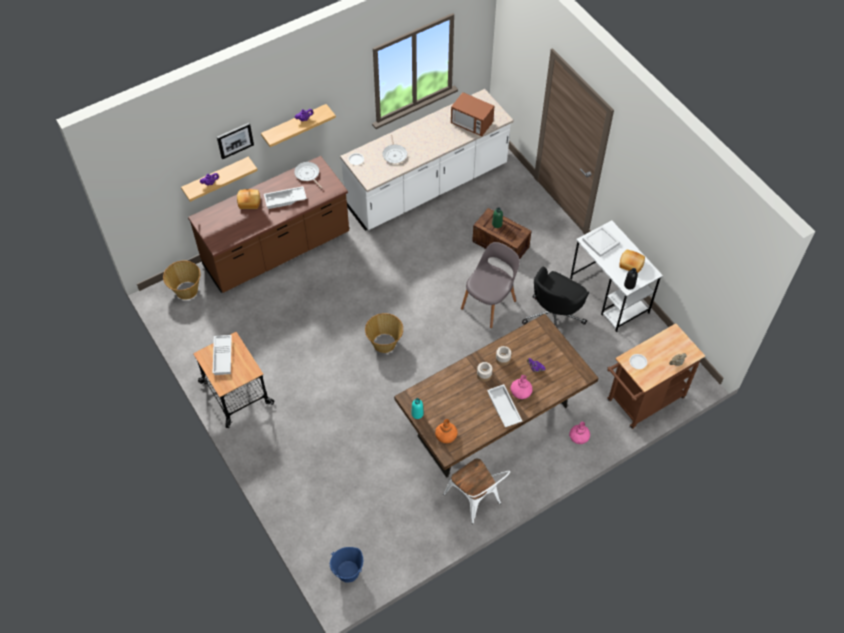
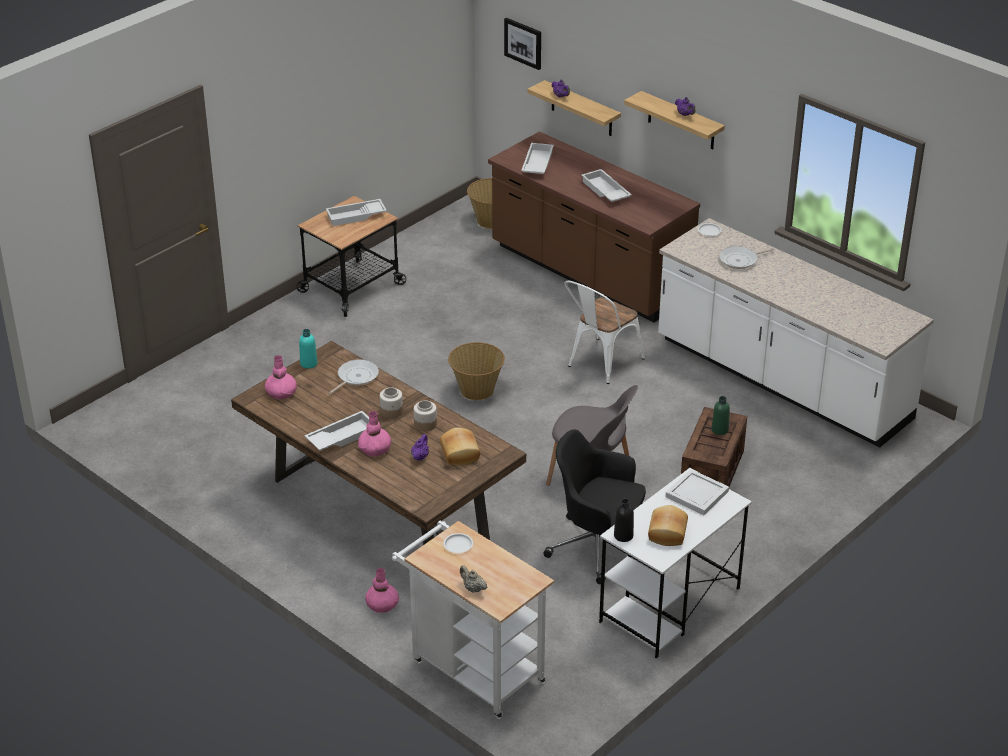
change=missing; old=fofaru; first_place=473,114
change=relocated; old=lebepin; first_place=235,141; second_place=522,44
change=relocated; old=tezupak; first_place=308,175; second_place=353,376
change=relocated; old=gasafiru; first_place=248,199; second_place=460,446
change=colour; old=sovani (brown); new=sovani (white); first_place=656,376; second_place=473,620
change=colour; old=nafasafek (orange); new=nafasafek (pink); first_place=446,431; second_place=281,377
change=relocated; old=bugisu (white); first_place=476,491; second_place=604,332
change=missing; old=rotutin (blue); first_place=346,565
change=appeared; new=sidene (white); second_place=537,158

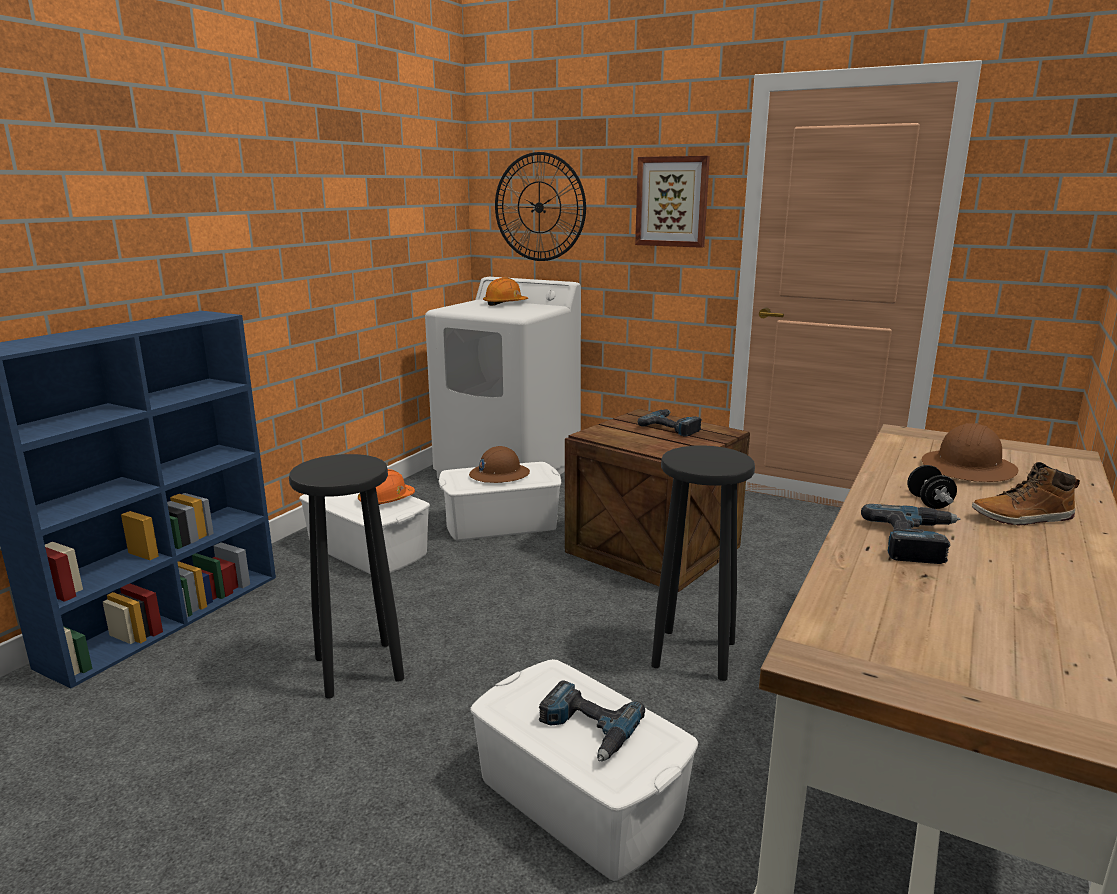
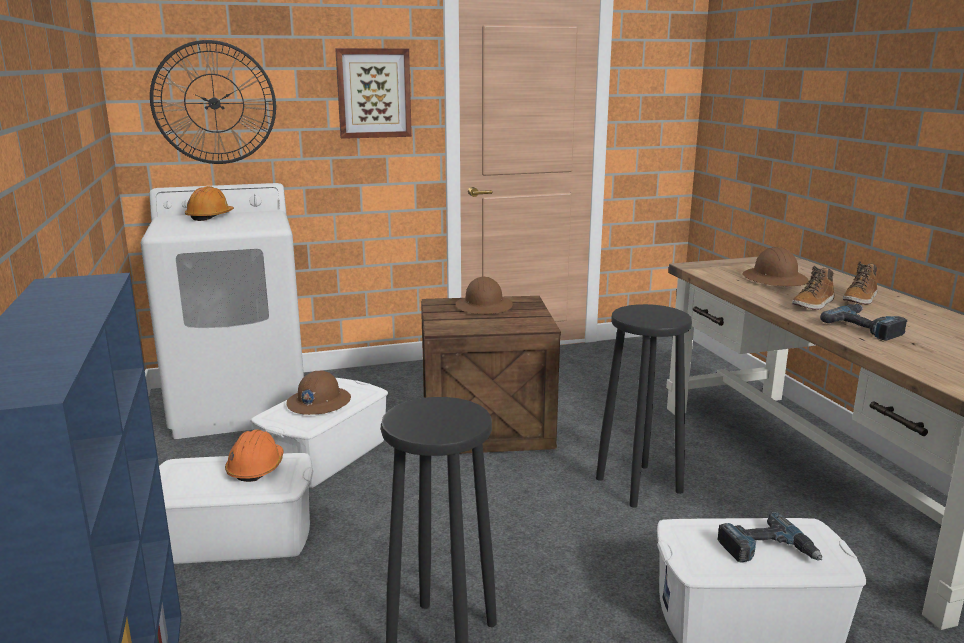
change=exchanged; old=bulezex; new=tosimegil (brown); first_place=669,423; second_place=484,295
change=exchanged; old=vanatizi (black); new=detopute; first_place=932,487; second_place=813,288

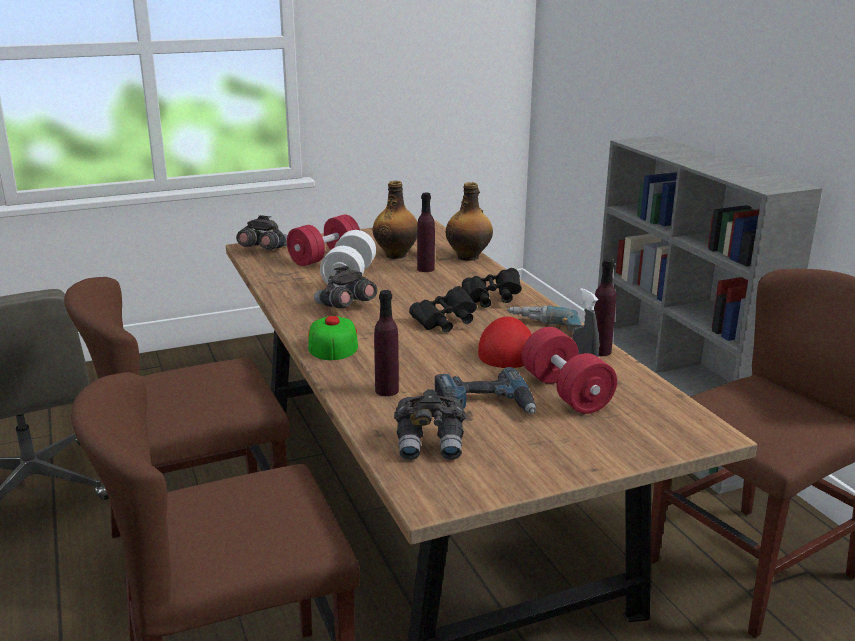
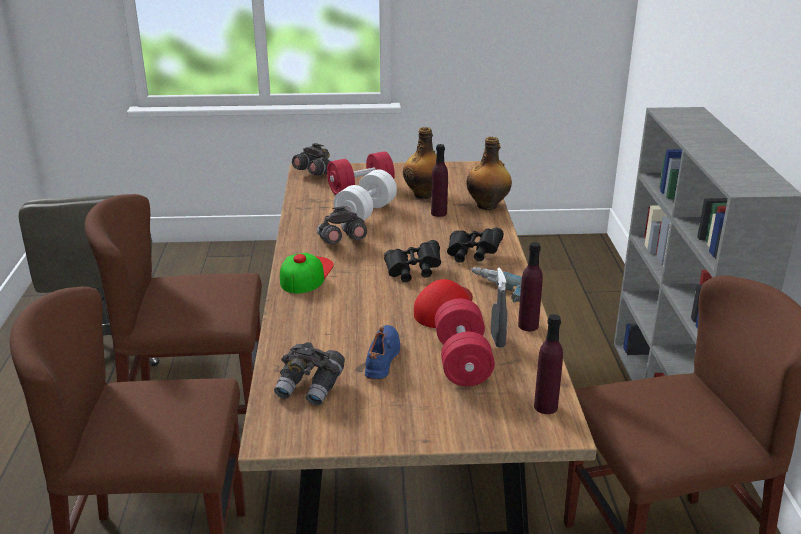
change=relocated; old=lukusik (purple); first_place=386,343; second_place=548,364
change=exchanged; old=bulezex; new=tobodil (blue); first_place=485,390; second_place=382,352

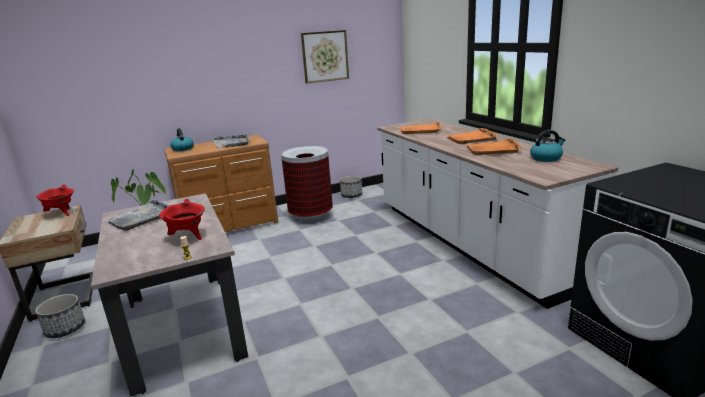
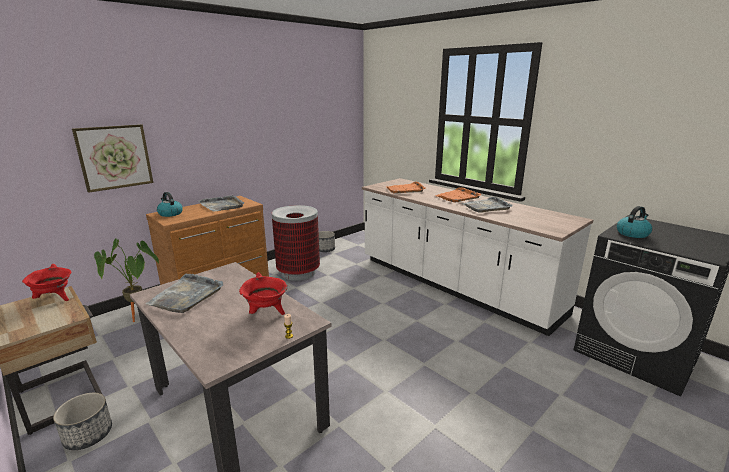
change=relocated; old=lebepin; first_place=325,57; second_place=112,158
change=relocated; old=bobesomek; first_place=547,146; second_place=634,222
change=colour; old=sidene (orange); new=sidene (grey); first_place=494,146; second_place=487,204

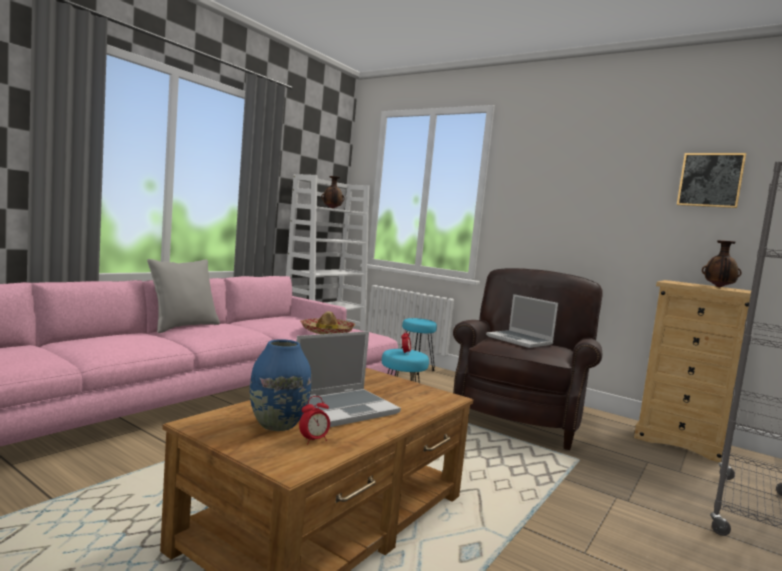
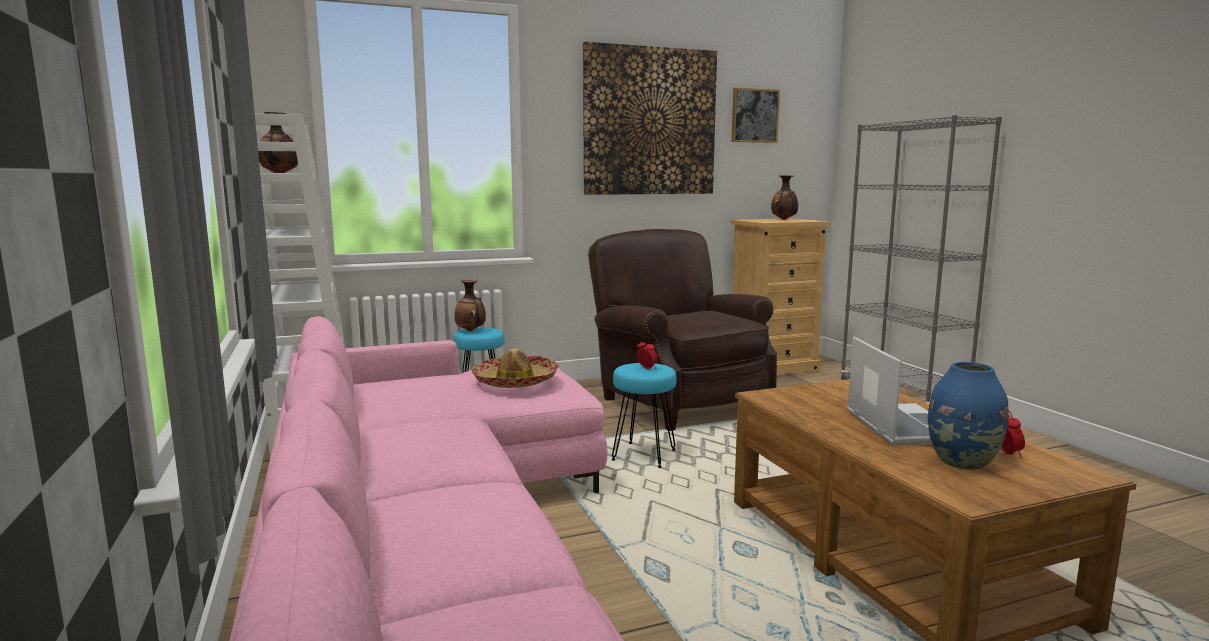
change=missing; old=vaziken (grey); first_place=183,296
change=missing; old=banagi; first_place=522,321
change=appeared; new=lebepin; second_place=650,118
change=appeared; new=nafasafek; second_place=470,305

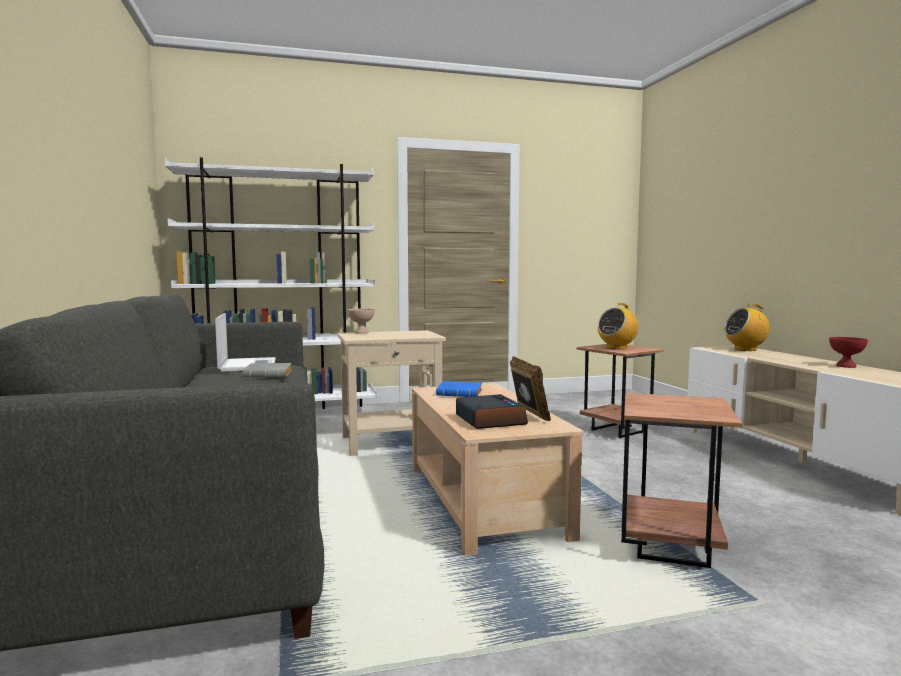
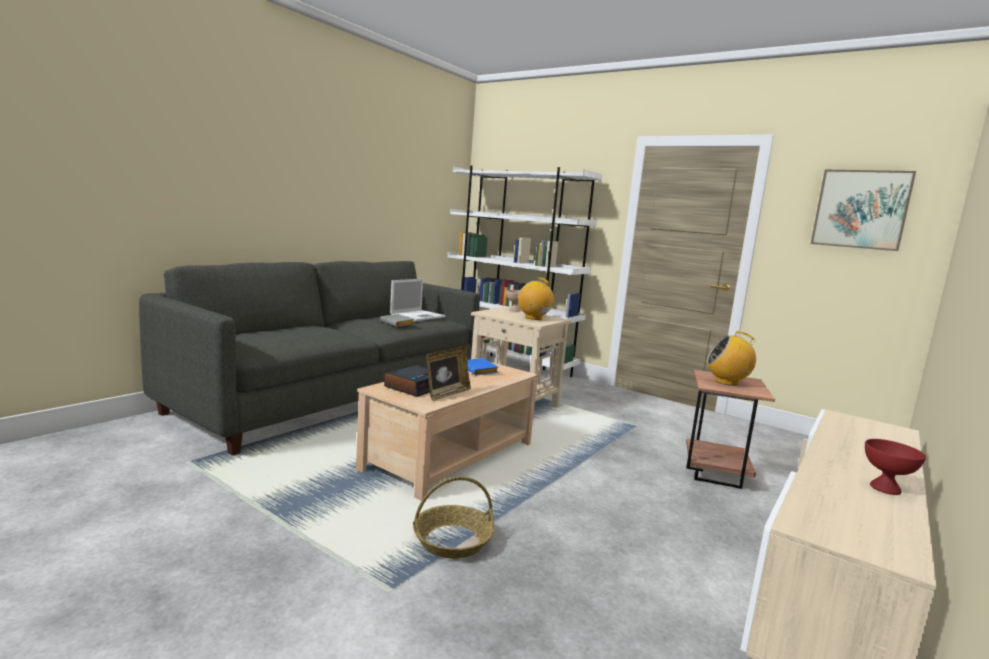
change=relocated; old=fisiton; first_place=747,327; second_place=537,298
change=exchanged; old=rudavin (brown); new=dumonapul; first_place=682,480; second_place=453,518
change=appeared; new=lebepin; second_place=863,210

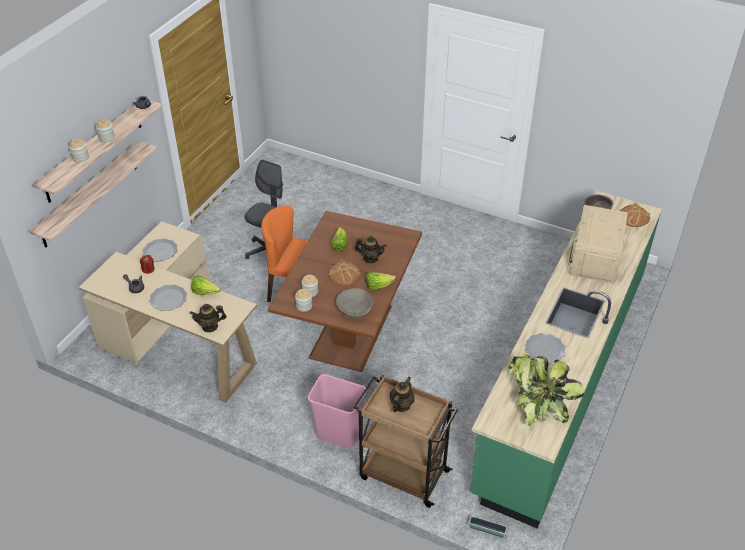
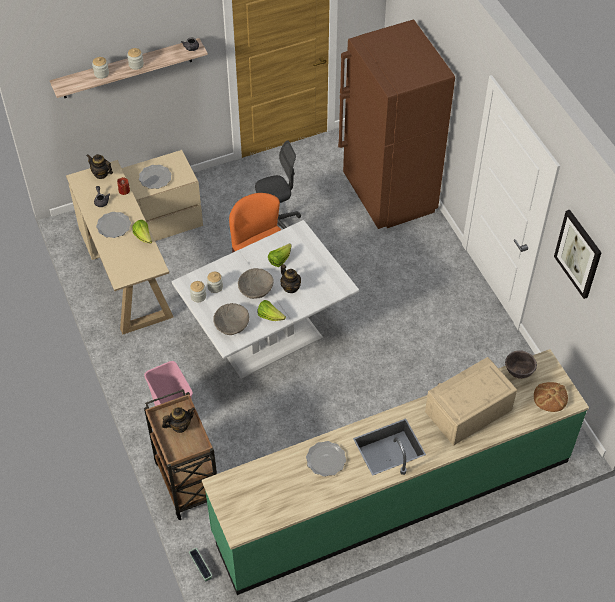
change=missing; old=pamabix; first_place=93,194
change=colour; old=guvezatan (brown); new=guvezatan (white); first_place=345,291; second_place=265,299
change=exchanged; old=gasafiru; new=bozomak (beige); first_place=344,272; second_place=256,283
change=relocated; old=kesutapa; first_place=208,318; second_place=99,166
change=missing; old=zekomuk; first_place=546,390
change=appeared; new=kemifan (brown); second_place=396,124
change=appeared; new=lebepin; second_place=578,254

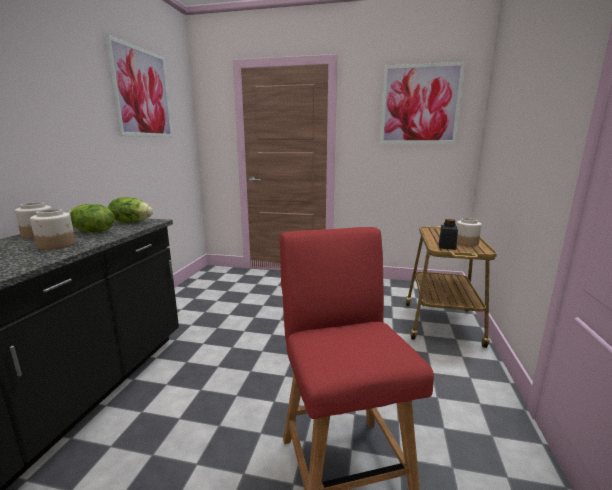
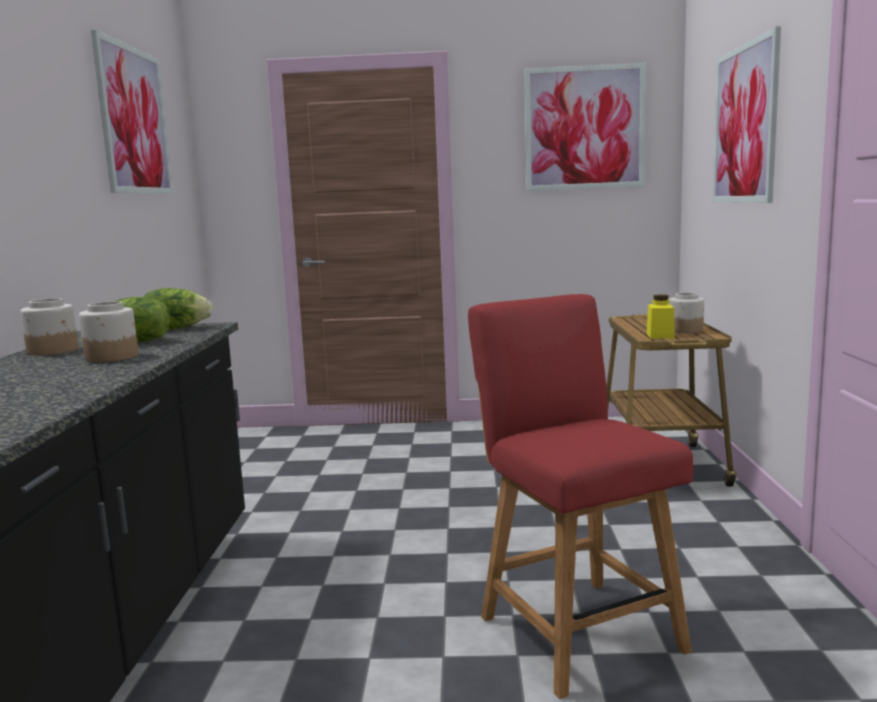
change=colour; old=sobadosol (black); new=sobadosol (yellow); first_place=448,234; second_place=660,316
change=appeared; new=lebepin; second_place=746,114

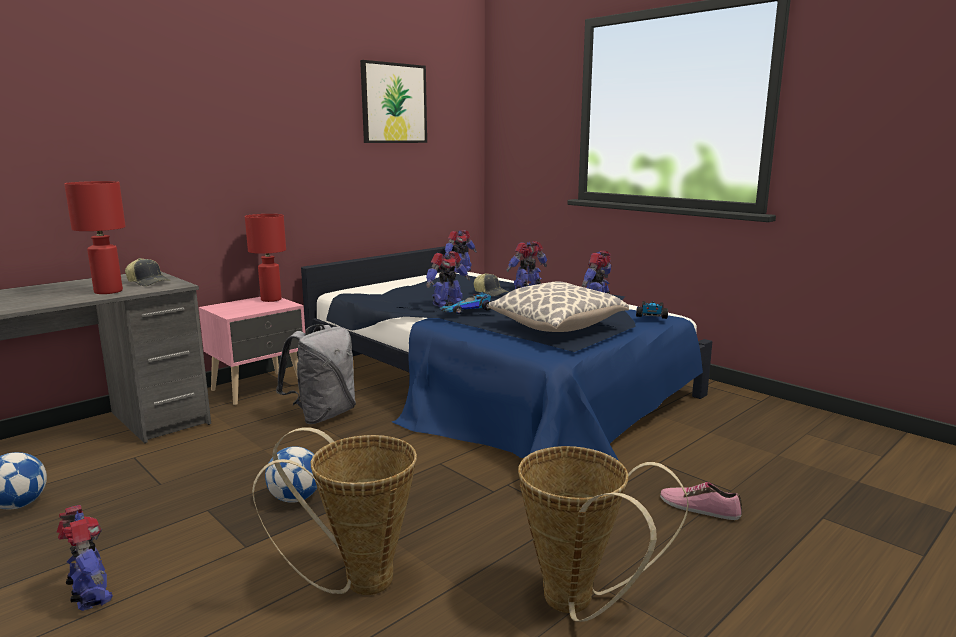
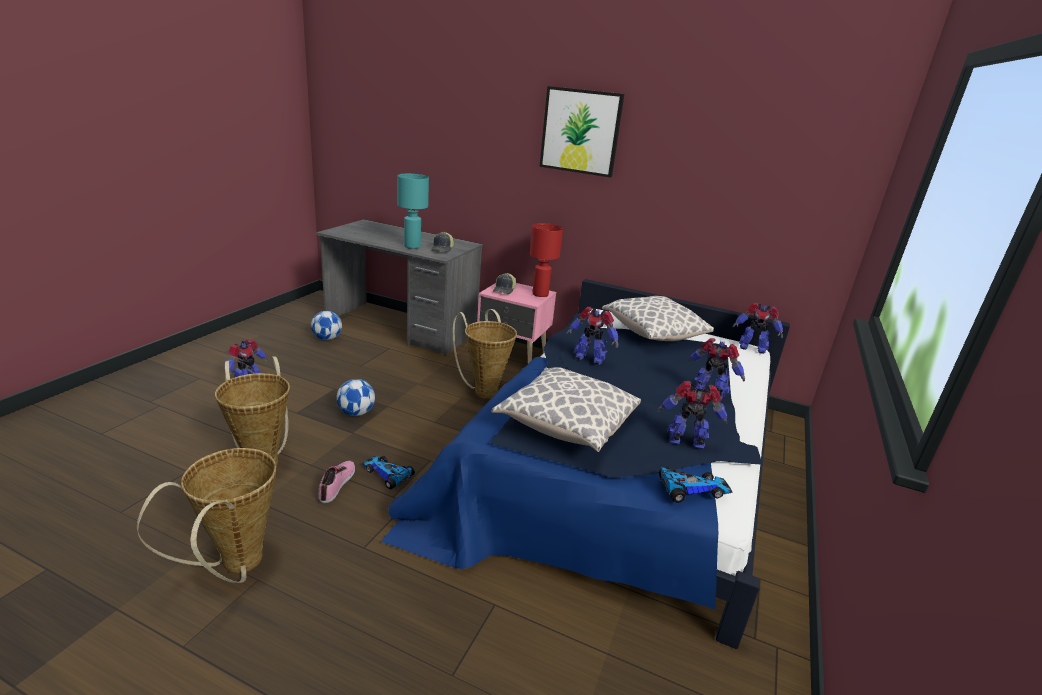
change=relocated; old=lebepin; first_place=393,101; second_place=581,132
change=colour; old=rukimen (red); new=rukimen (turquoise); first_place=95,237; second_place=413,211
change=relocated; old=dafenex; first_place=491,284; second_place=504,283
change=relocated; old=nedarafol; first_place=465,303; second_place=388,472
change=exchanged; old=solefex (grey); new=dumonapul; first_place=316,374; second_place=485,354
change=relocated; old=tobodil; first_place=701,501; second_place=336,482
change=appeared; new=vaziken; second_place=658,318

